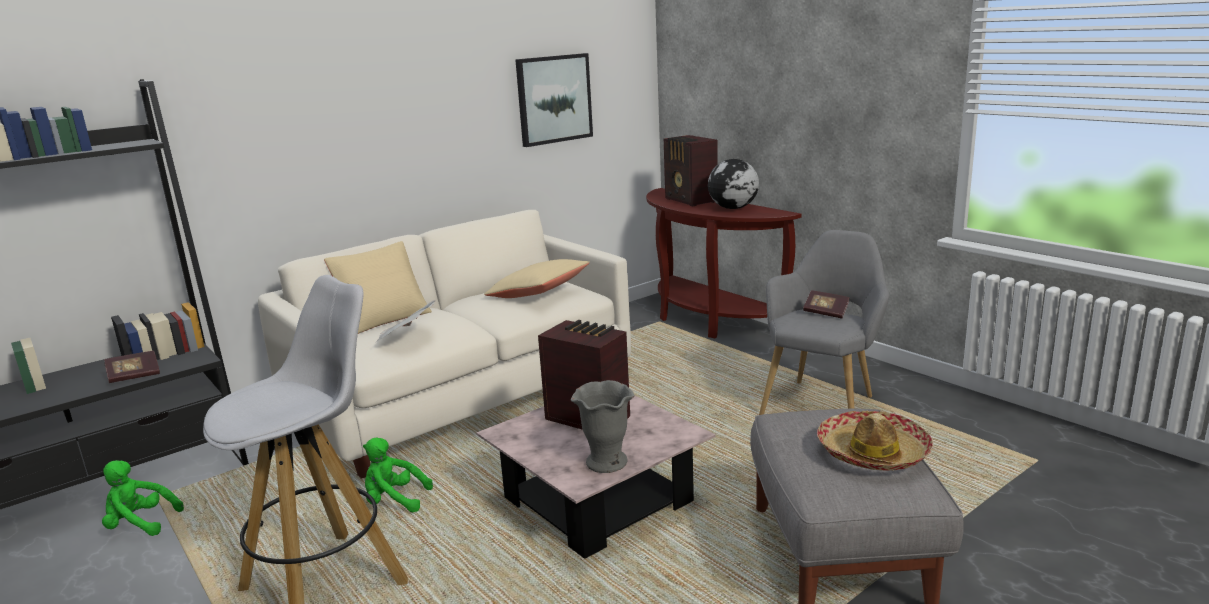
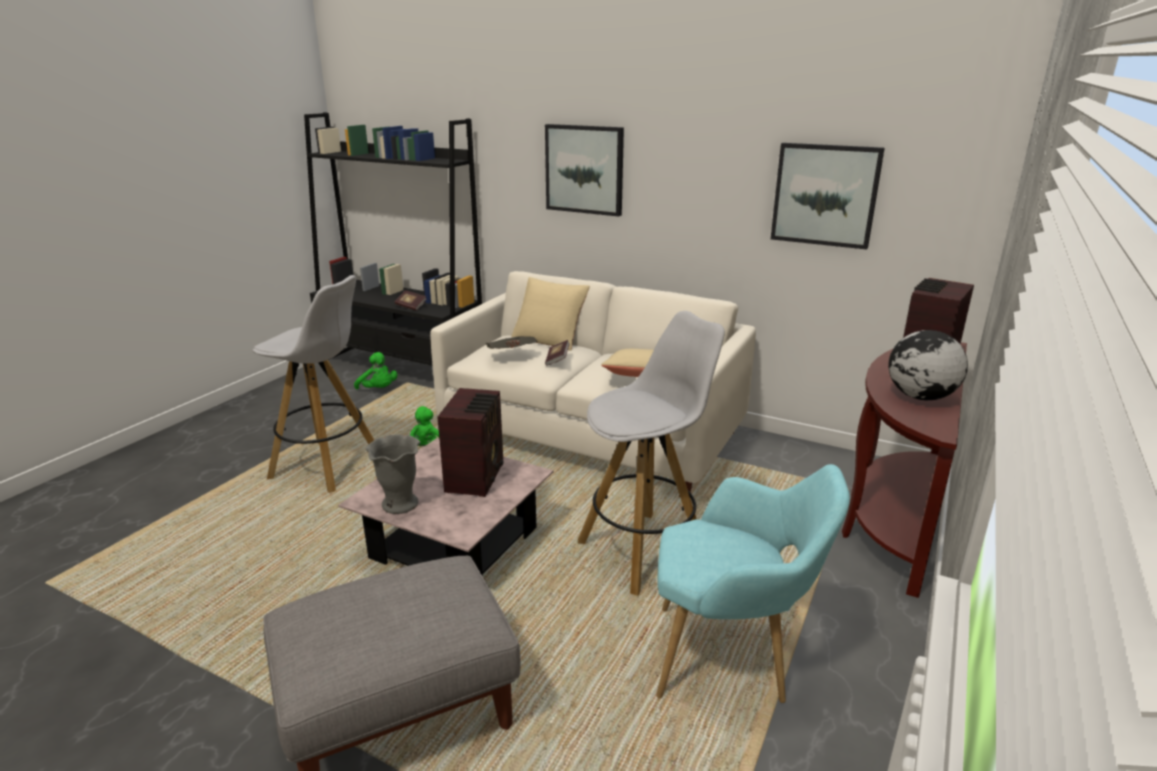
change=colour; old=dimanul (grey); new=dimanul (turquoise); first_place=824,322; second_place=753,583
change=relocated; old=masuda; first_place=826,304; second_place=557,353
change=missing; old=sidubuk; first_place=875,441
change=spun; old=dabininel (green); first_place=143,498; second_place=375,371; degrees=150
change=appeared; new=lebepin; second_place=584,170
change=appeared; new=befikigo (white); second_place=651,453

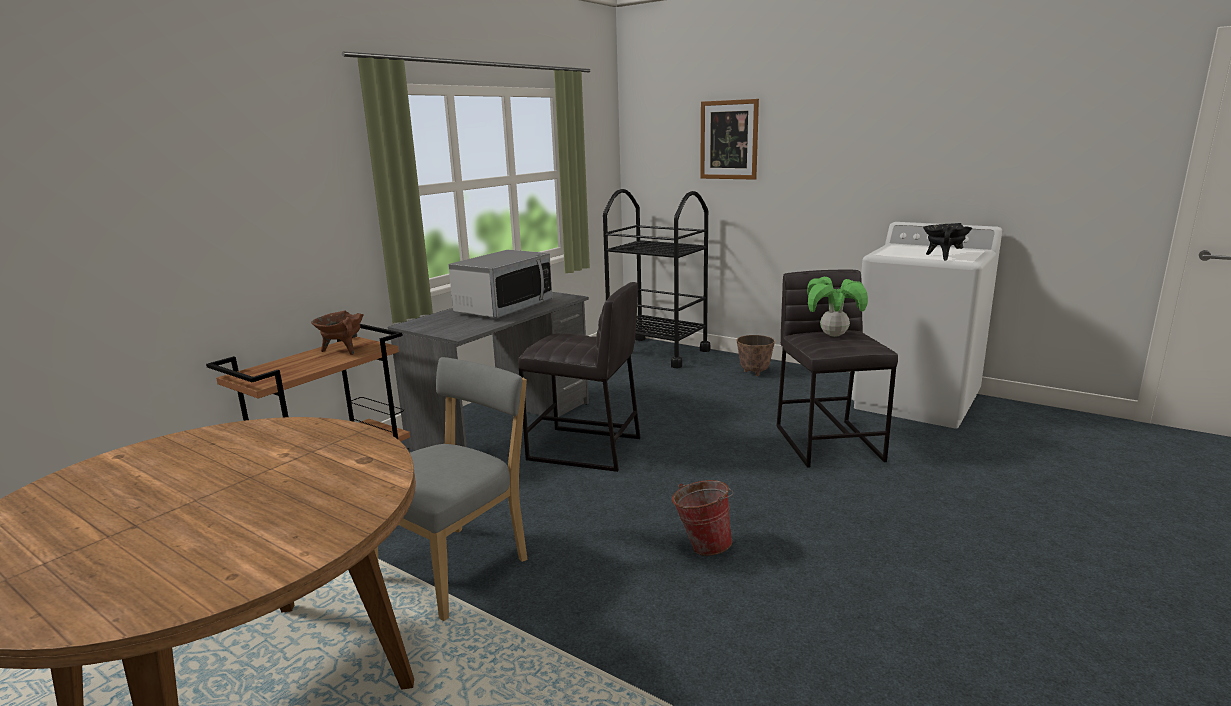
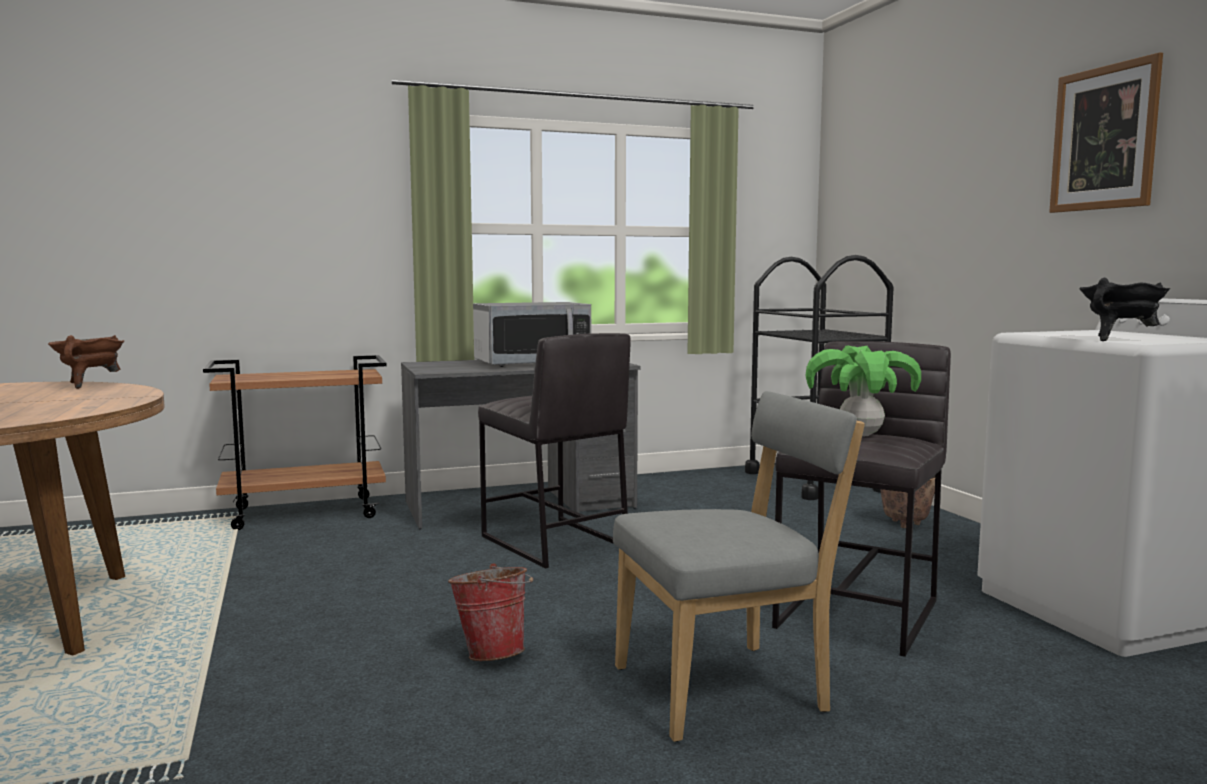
change=relocated; old=lebepin; first_place=729,139; second_place=1106,132
change=relocated; old=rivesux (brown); first_place=337,333; second_place=86,362
change=relocated; old=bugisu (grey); first_place=450,489; second_place=739,566

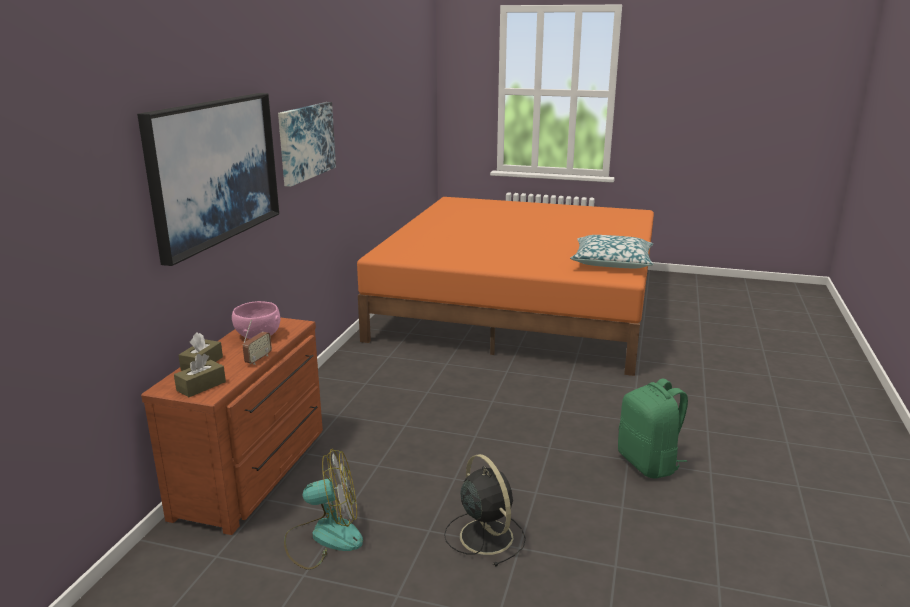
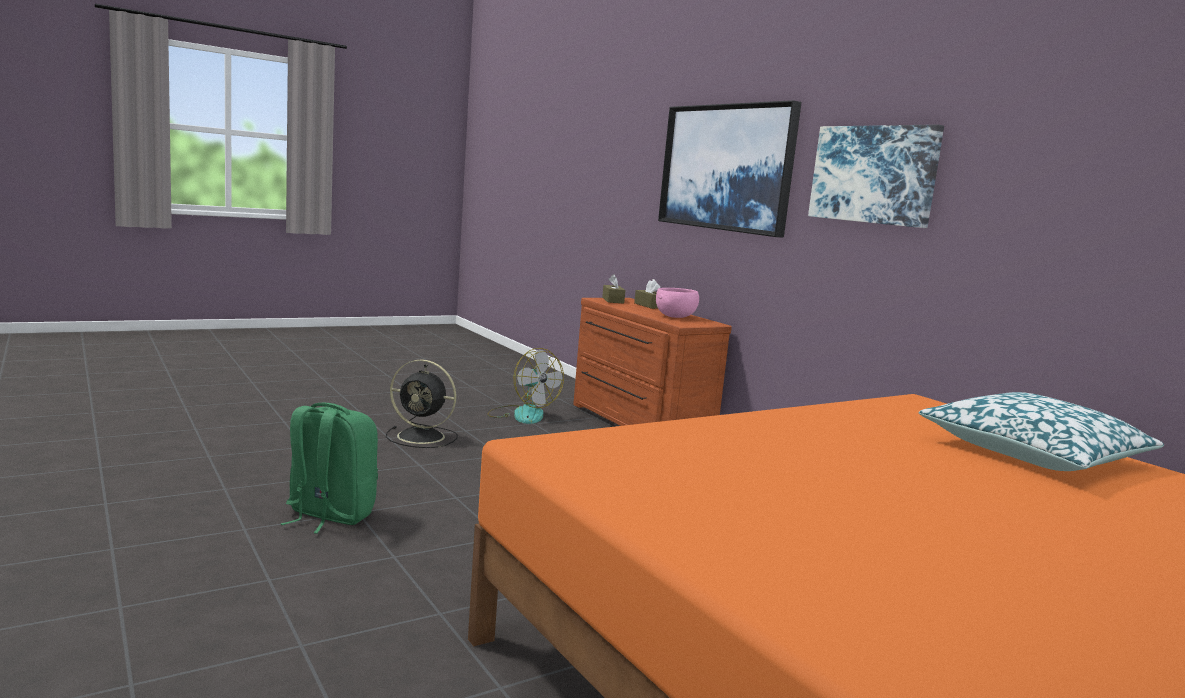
change=relocated; old=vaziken; first_place=612,251; second_place=1041,431
change=missing; old=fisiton; first_place=257,342
change=spun; old=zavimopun; first_place=323,509; second_place=525,386; degrees=-75

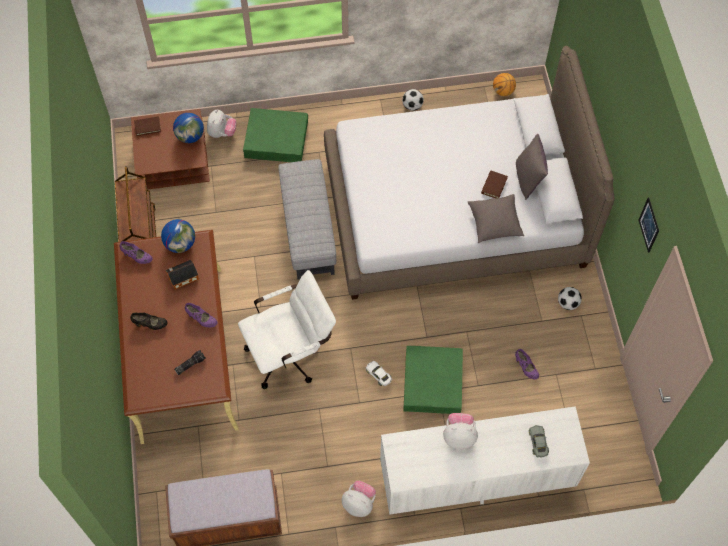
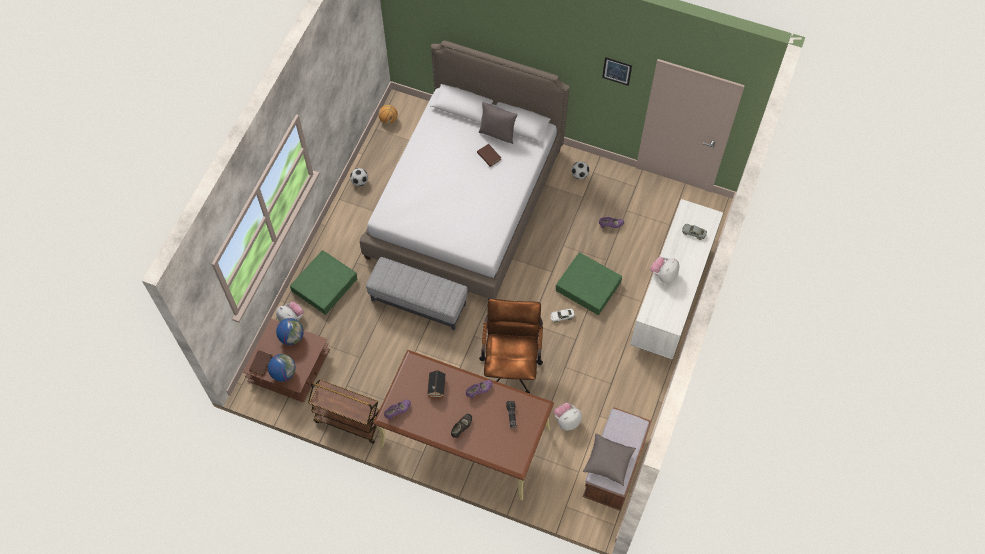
change=relocated; old=vaziken (grey); first_place=496,218; second_place=609,460
change=relocated; old=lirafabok; first_place=178,236; second_place=282,367
change=colour; old=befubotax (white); new=befubotax (brown); first_place=287,329; second_place=511,346
change=relocated; old=dabininel; first_place=359,499; second_place=568,417

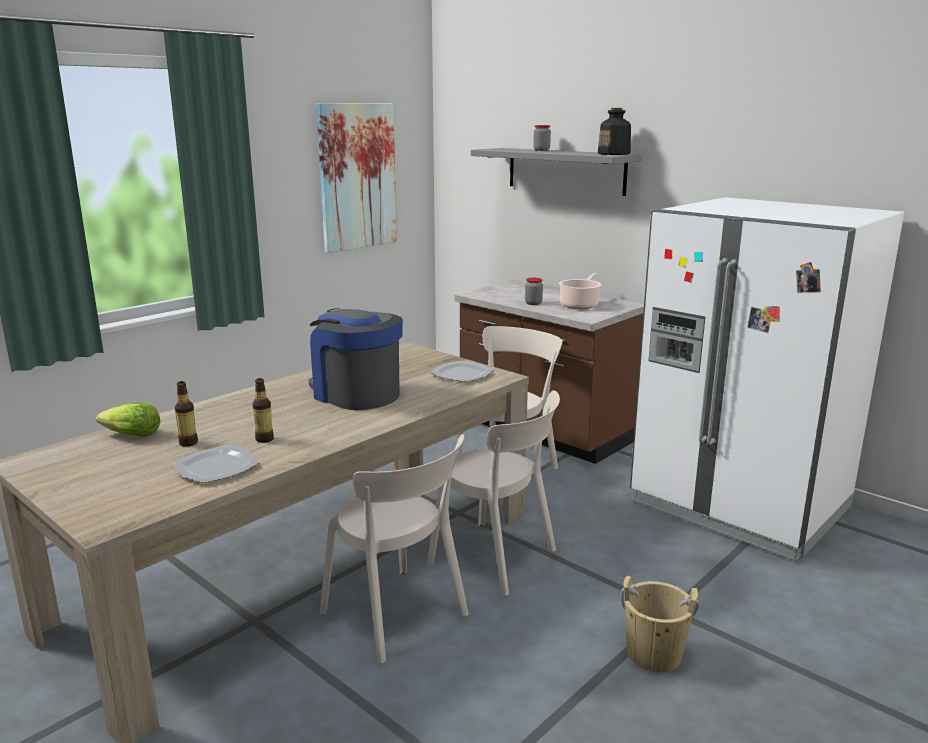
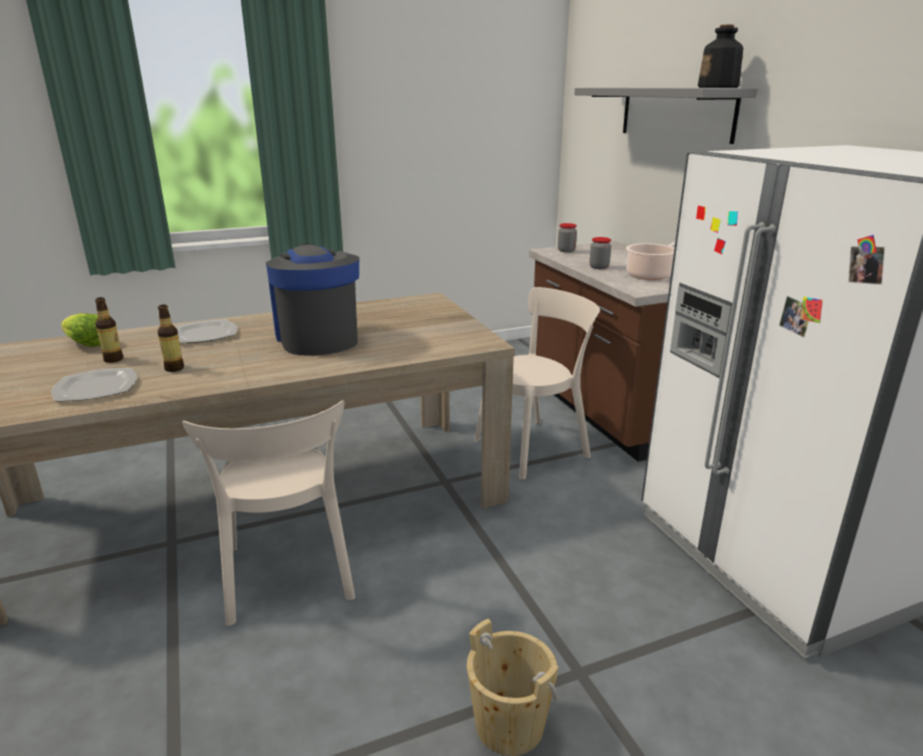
change=missing; old=lebepin; first_place=356,178
change=relocated; old=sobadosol; first_place=542,138; second_place=567,238
change=relocated; old=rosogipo; first_place=461,371; second_place=206,331
change=missing; old=bugisu (beige); first_place=493,493

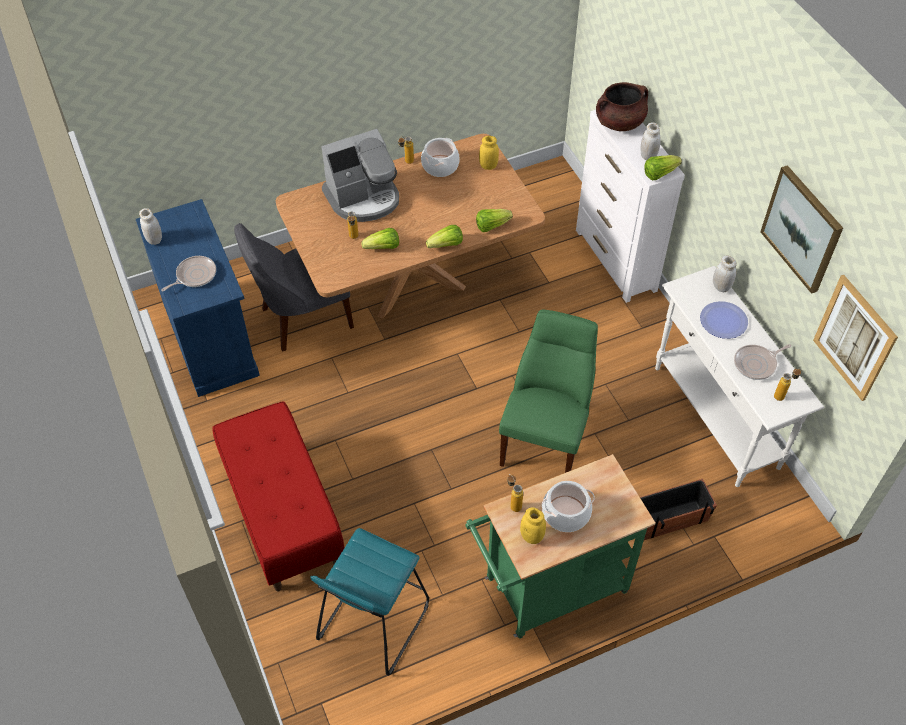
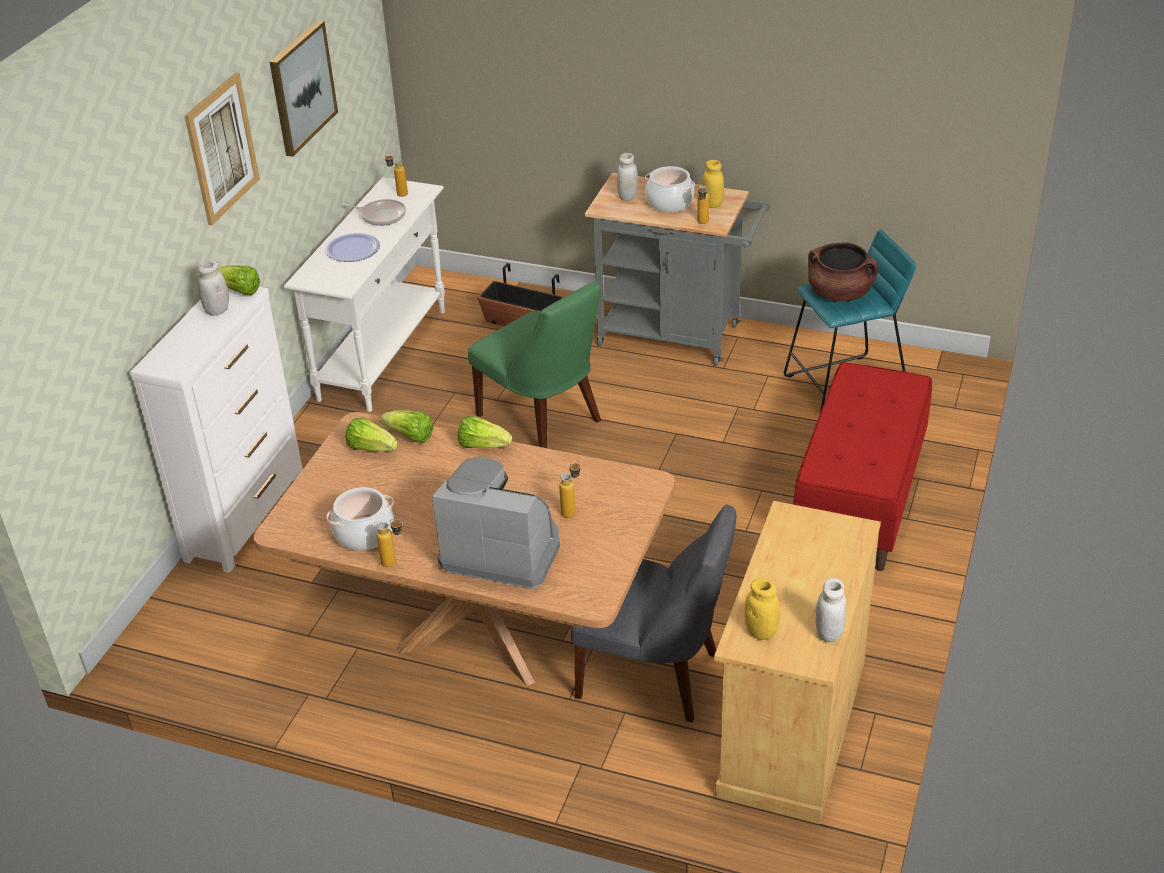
change=relocated; old=rivesux (brown); first_place=622,106; second_place=843,272
change=relocated; old=sobadosol (yellow); first_place=489,153; second_place=762,609
change=colour; old=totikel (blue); new=totikel (beige); first_place=198,298; second_place=797,662
change=relocated; old=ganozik; first_place=380,238; second_place=371,434
change=relocated; old=sobadosol (white); first_place=725,273; second_place=627,177
change=missing; old=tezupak; first_place=188,273
change=relocated; old=lebepin; first_place=855,338; second_place=222,148
change=spun; old=bugisu (green); first_place=548,391; second_place=534,364; degrees=-105
change=colour; old=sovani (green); new=sovani (grey); first_place=561,546; second_place=677,269

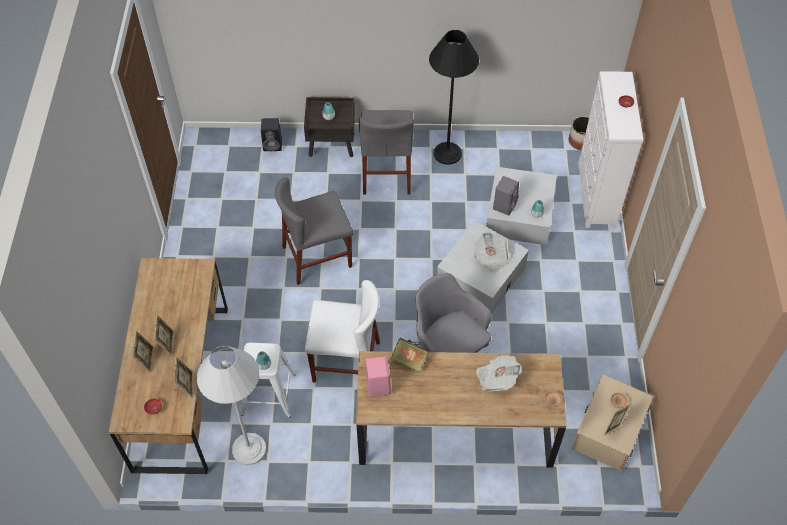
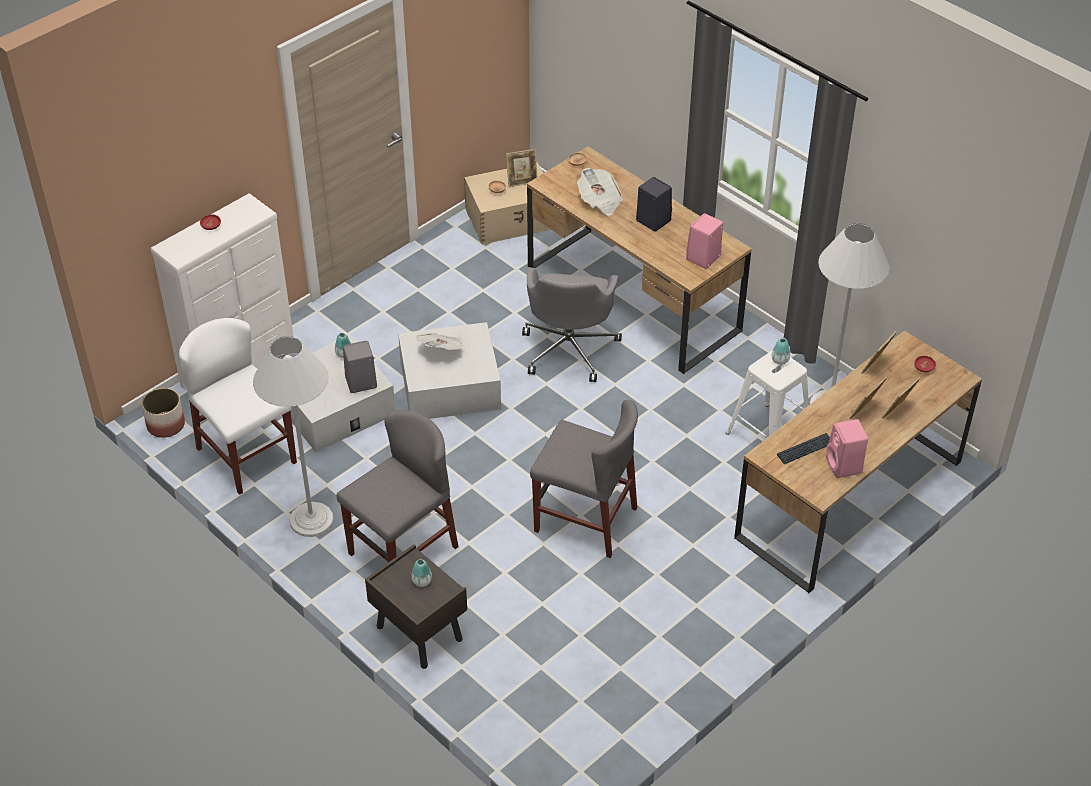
change=colour; old=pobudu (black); new=pobudu (white); first_place=454,97; second_place=293,436
change=relocated; old=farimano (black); first_place=271,134; second_place=654,204
change=relocated; old=bugisu (white); first_place=342,331; second_place=238,406
change=missing; old=masuda; first_place=410,355
change=appeared; new=farimano (pink); second_place=847,448
change=appeared; new=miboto; second_place=803,448

